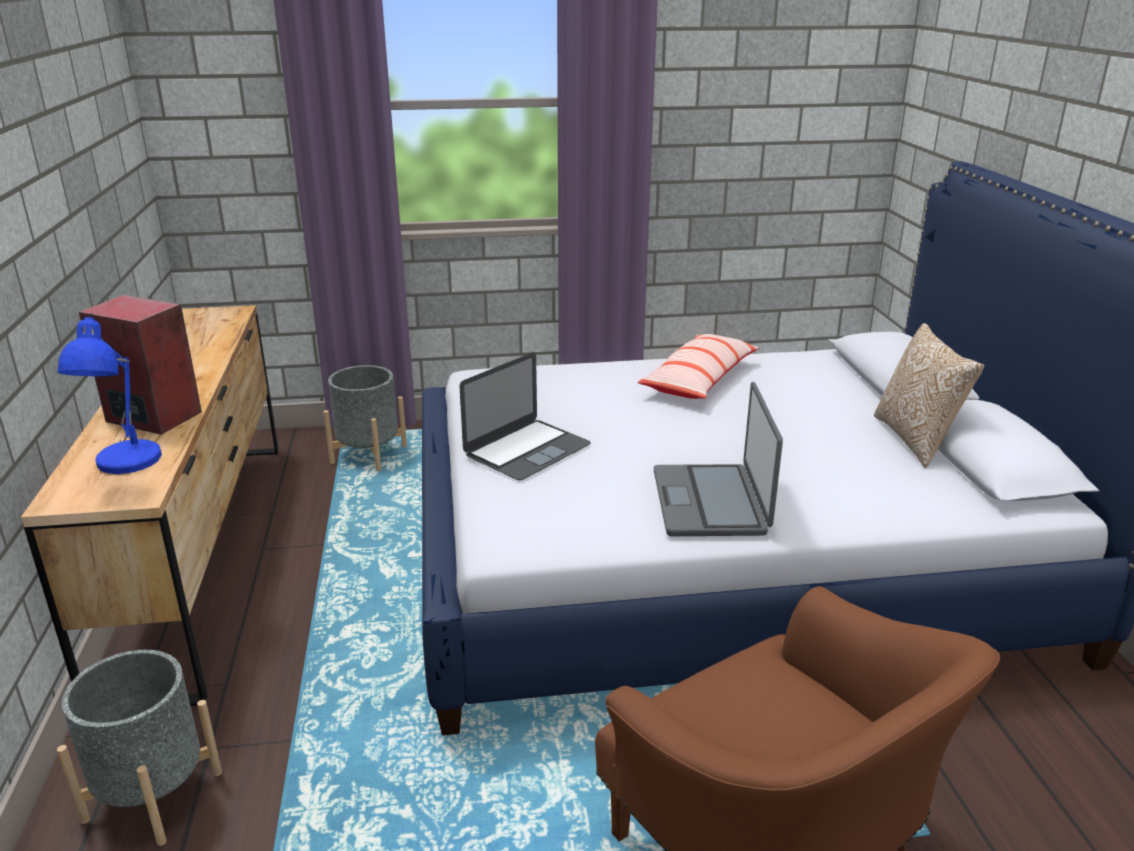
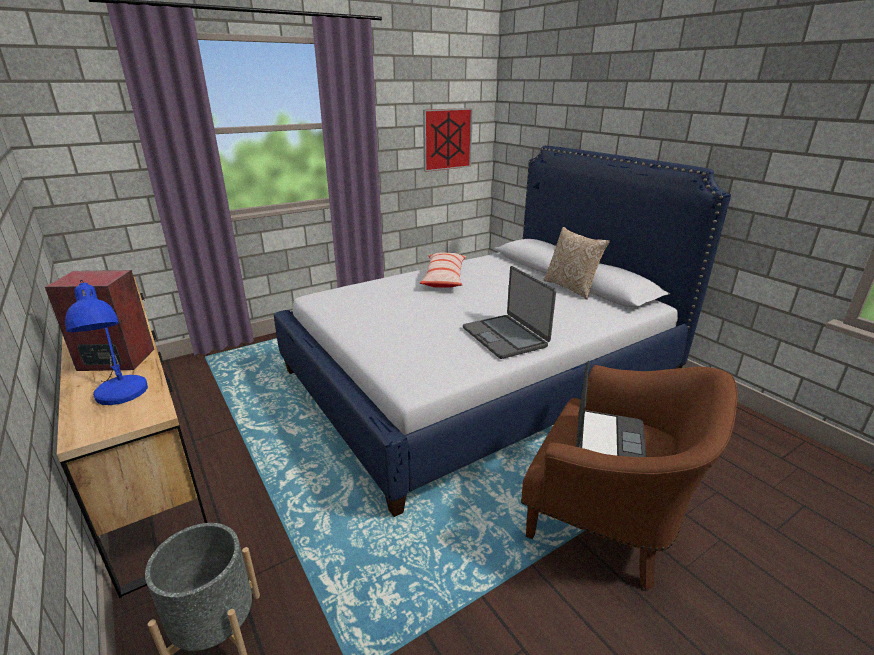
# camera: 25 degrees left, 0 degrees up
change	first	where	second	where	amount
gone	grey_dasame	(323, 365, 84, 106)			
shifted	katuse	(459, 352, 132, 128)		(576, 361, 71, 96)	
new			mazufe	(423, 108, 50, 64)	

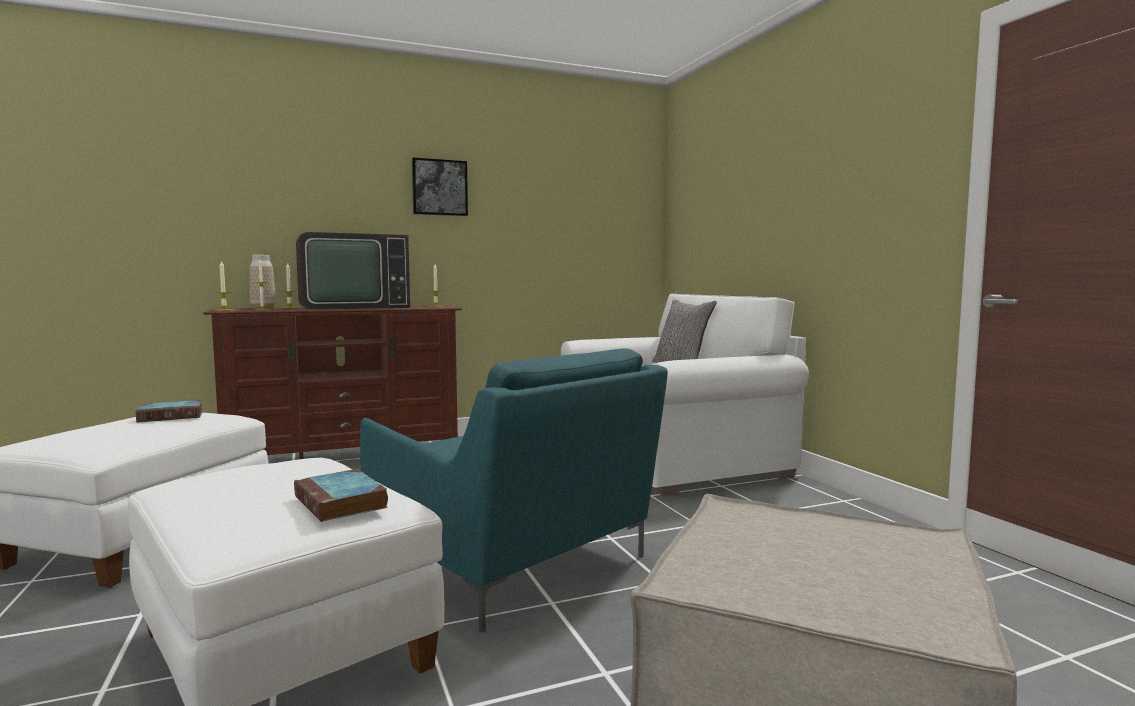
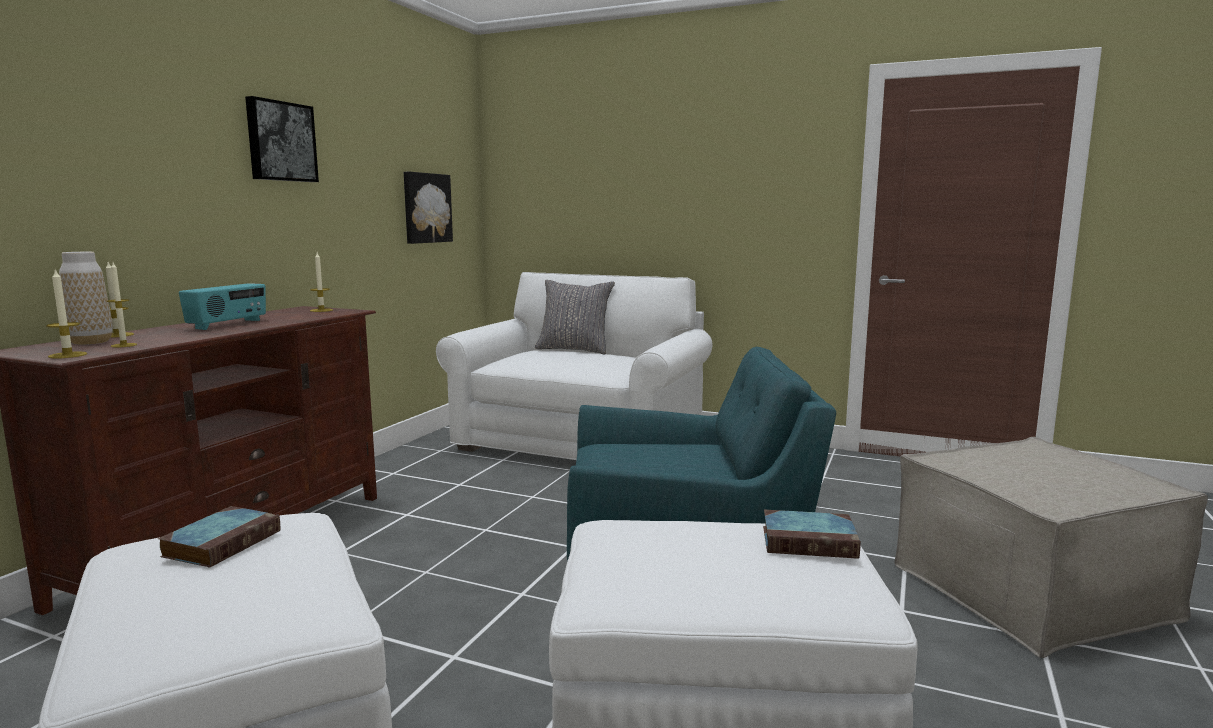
# camera: 45 degrees left, 5 degrees up
change	first	where	second	where	amount
swapped	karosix	(296, 232, 114, 78)	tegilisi	(179, 283, 87, 47)	
new			mazufe	(404, 172, 49, 72)	

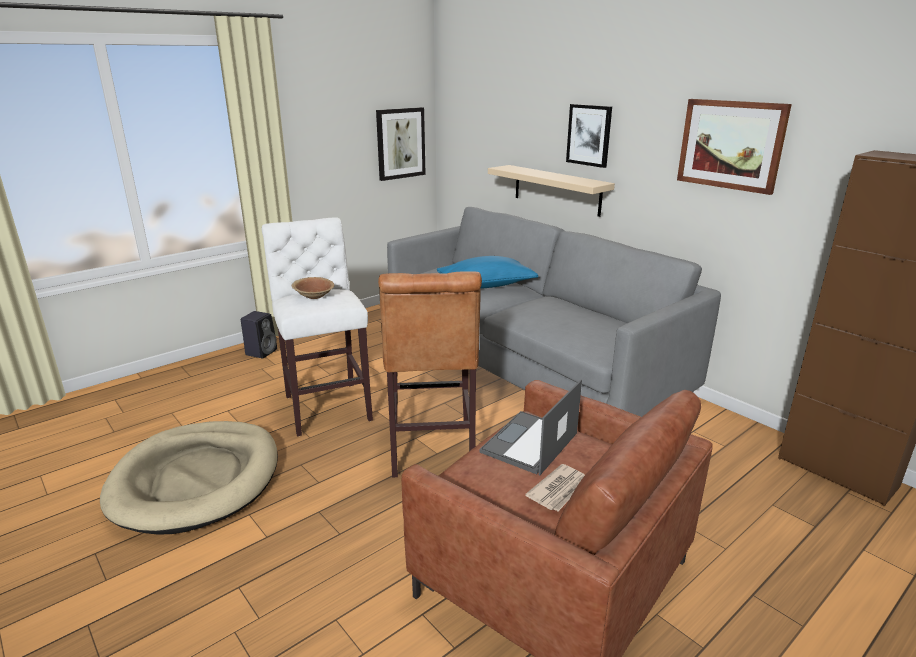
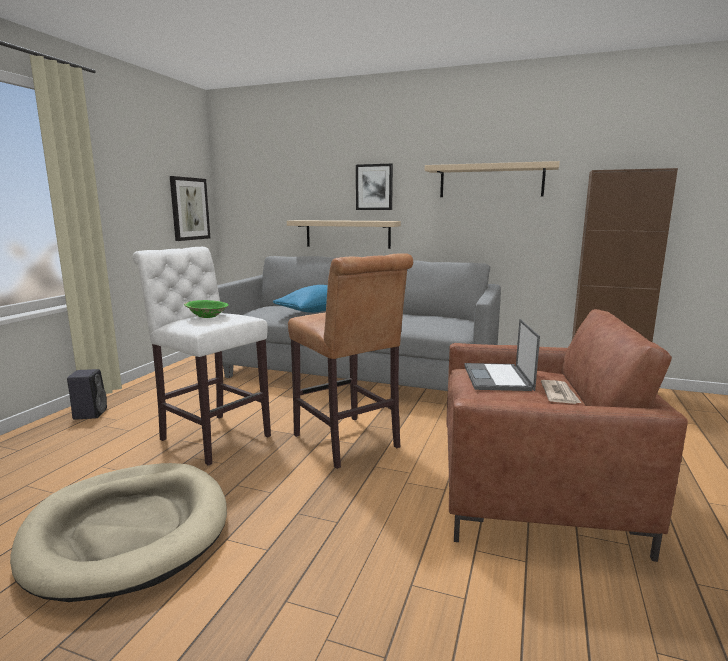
# camera: 30 degrees left, 10 degrees down
change	first	where	second	where	amount
repainted	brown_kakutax	(292, 277, 43, 22)	green_kakutax	(184, 300, 44, 18)	
swapped	mazufe	(677, 99, 115, 96)	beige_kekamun	(425, 161, 135, 36)	

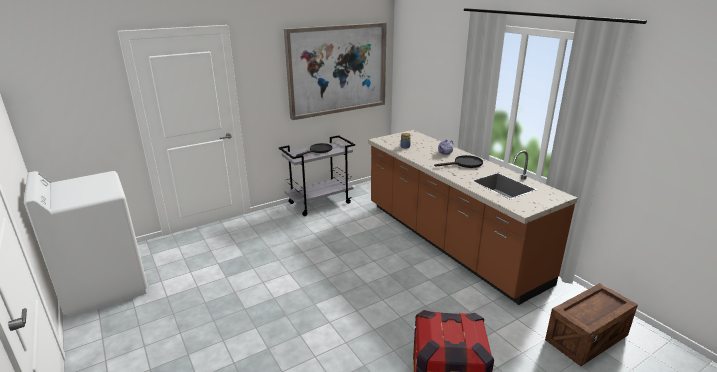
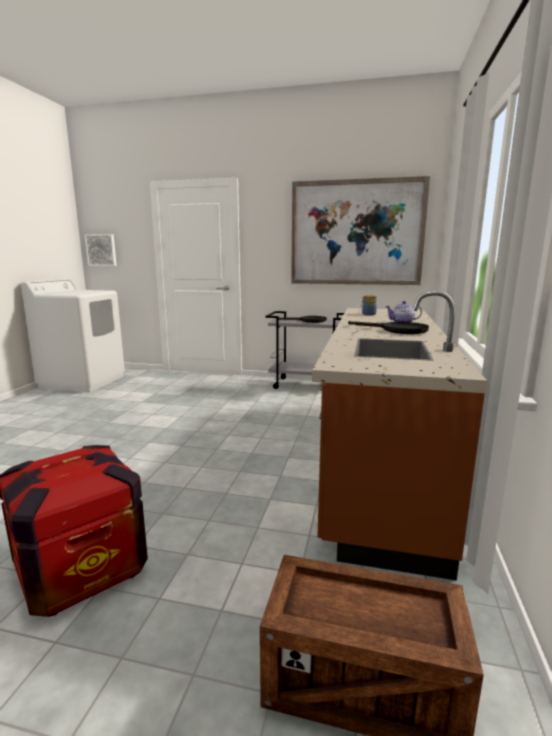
# camera: 45 degrees right, 10 degrees down
change	first	where	second	where	amount
new			mazufe	(85, 234, 32, 32)	

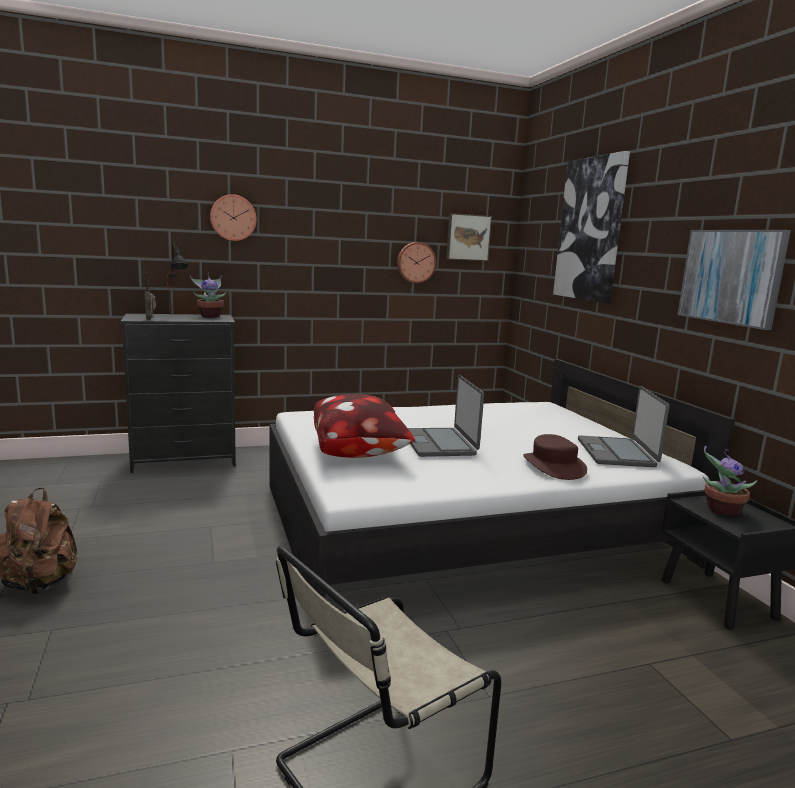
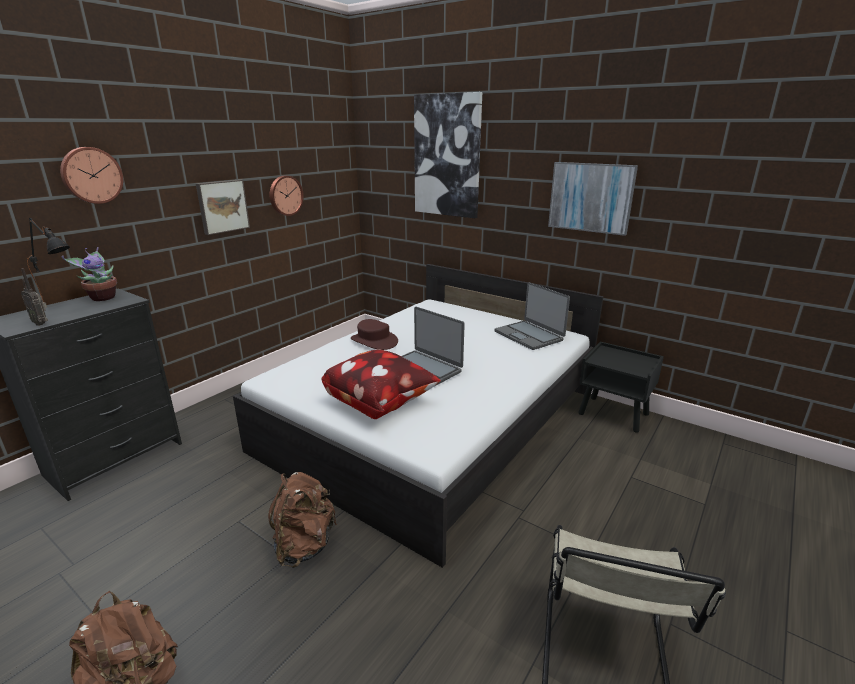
# camera: 35 degrees left, 10 degrees up
change	first	where	second	where	amount
shifted	mazufe	(446, 213, 46, 48)		(196, 179, 54, 56)	
shifted	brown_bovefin	(523, 434, 64, 46)		(351, 319, 47, 31)	
gone	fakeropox	(703, 446, 54, 70)			
new			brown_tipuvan	(268, 472, 69, 96)	

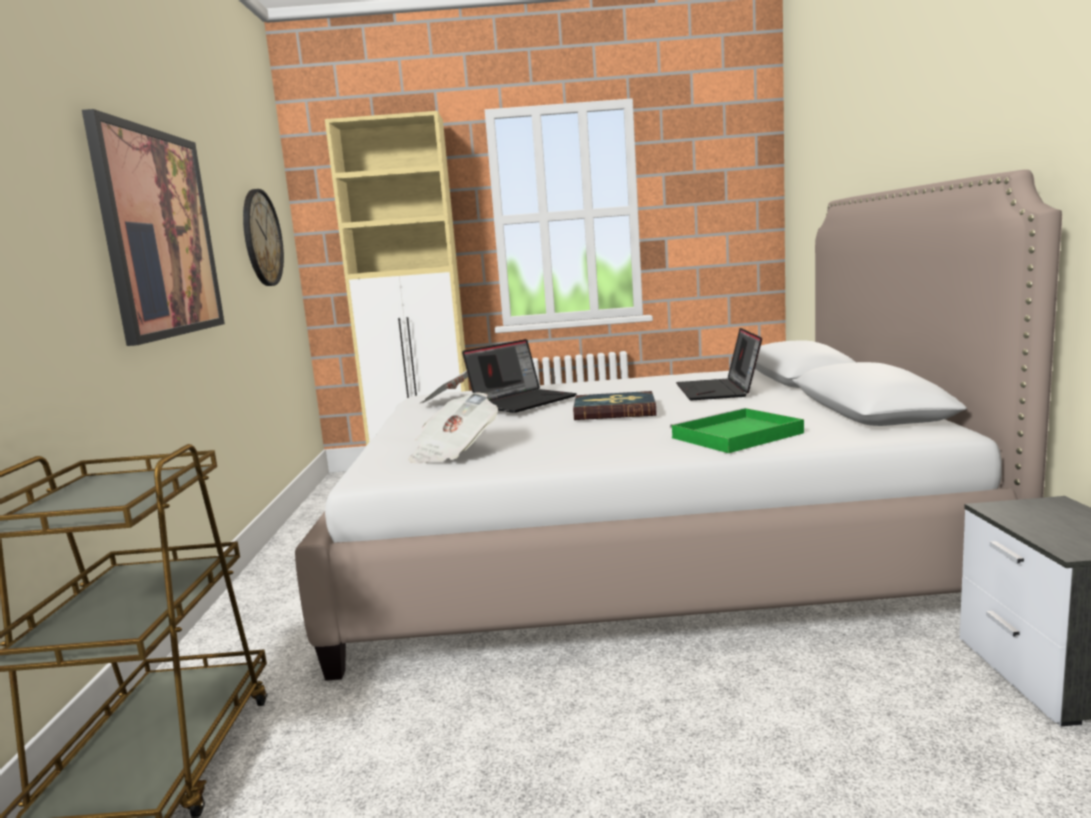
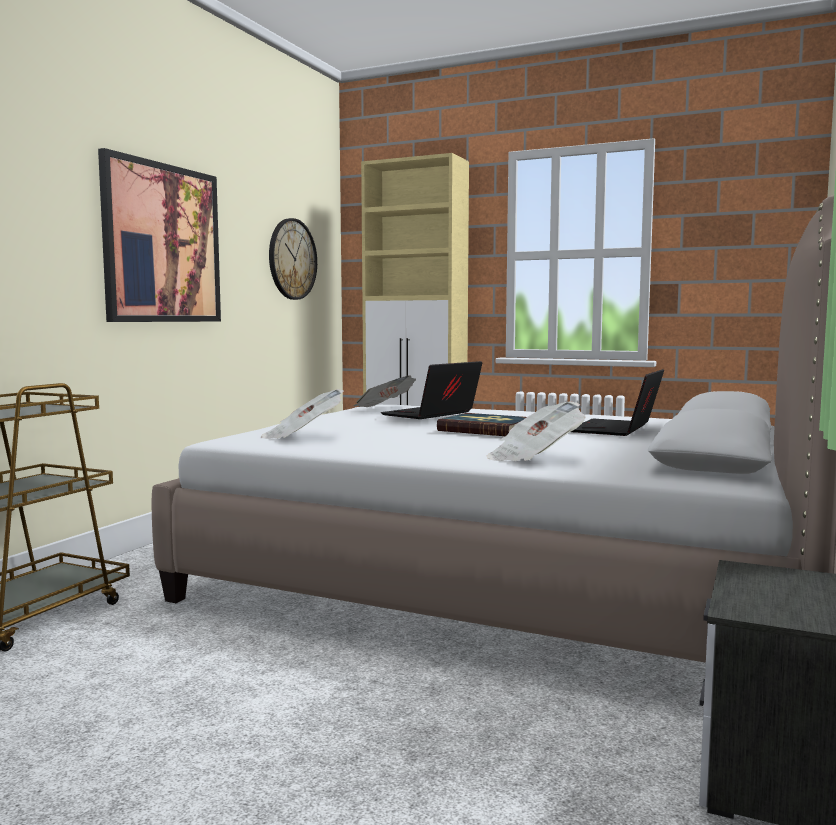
# camera: 25 degrees right, 5 degrees down
change	first	where	second	where	amount
rotated	katuse	(462, 339, 115, 74)		(381, 361, 101, 58)	150 degrees clockwise
swapped	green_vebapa	(670, 408, 134, 45)	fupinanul	(487, 402, 98, 59)	

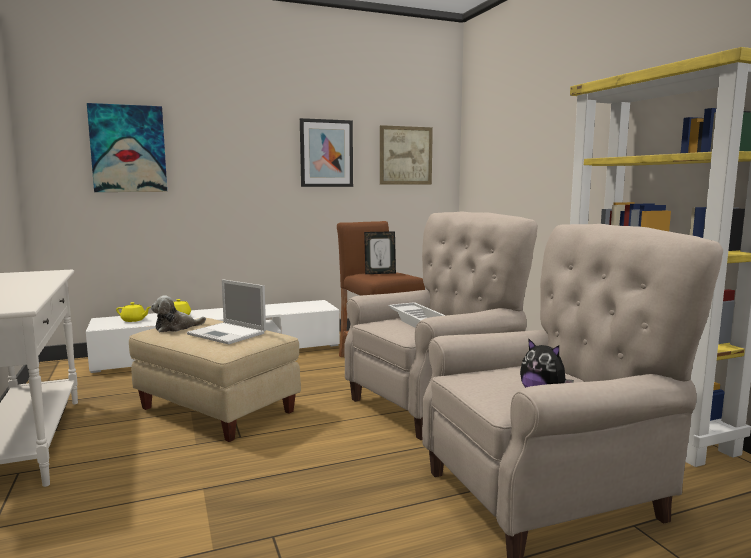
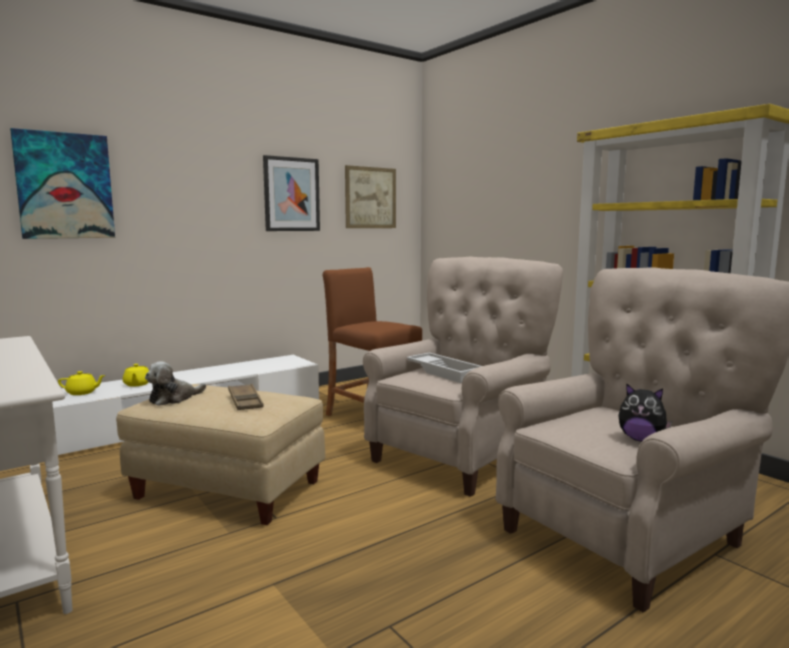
# camera: 15 degrees left, 0 degrees up
change	first	where	second	where	amount
swapped	katuse	(187, 279, 79, 65)	brown_vebapa	(228, 384, 36, 26)	
gone	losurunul	(364, 231, 32, 43)			

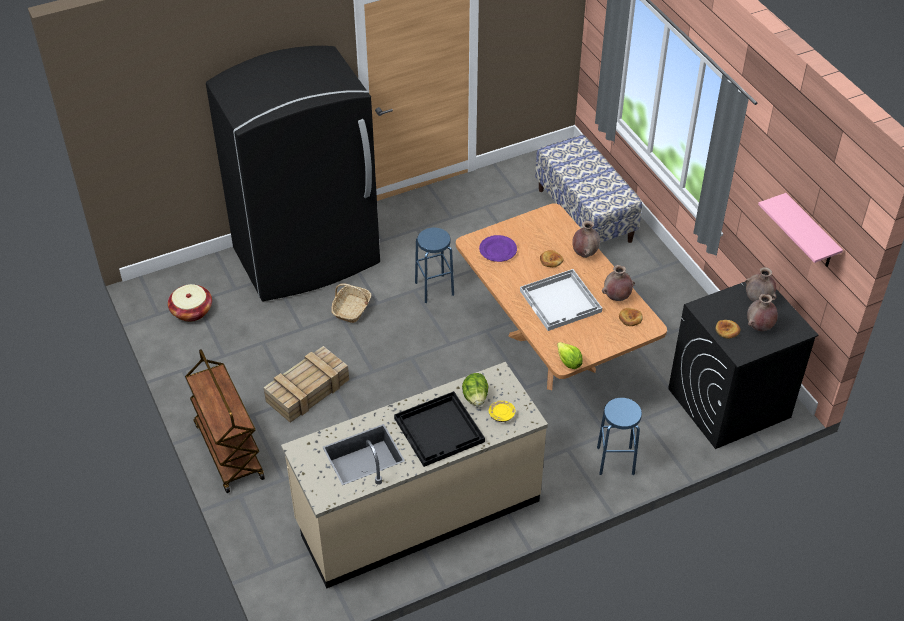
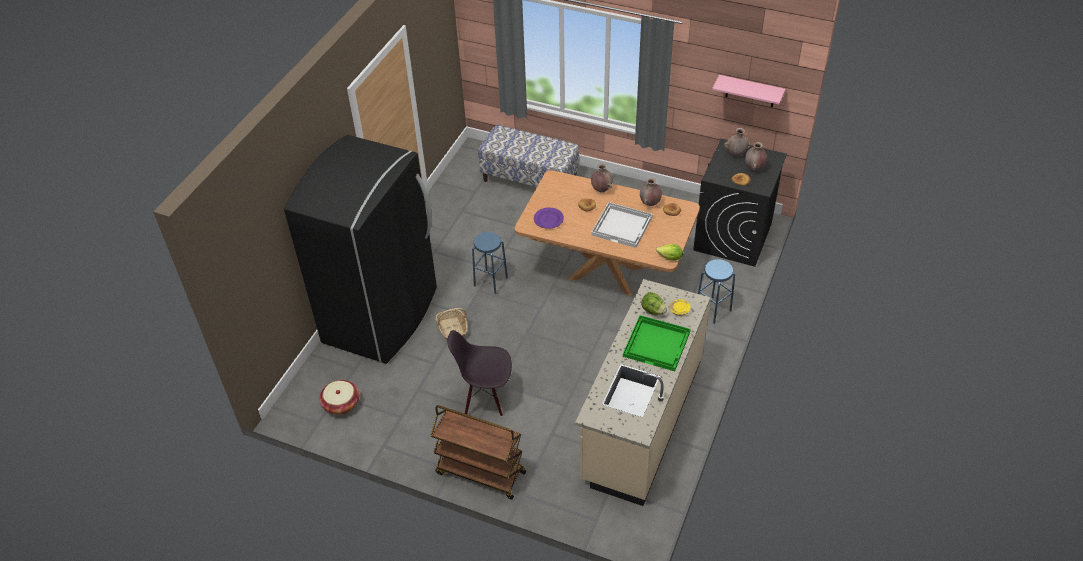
# camera: 40 degrees left, 0 degrees up
change	first	where	second	where	amount
swapped	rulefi	(264, 346, 85, 77)	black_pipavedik	(447, 330, 65, 86)	
repainted	black_vebapa	(394, 391, 91, 76)	green_vebapa	(623, 315, 67, 56)	

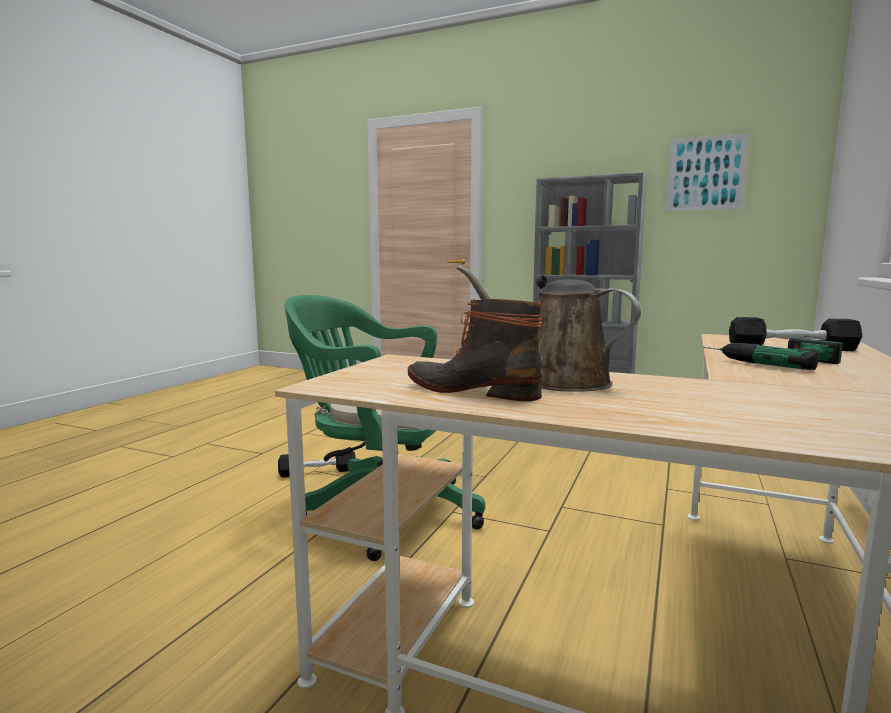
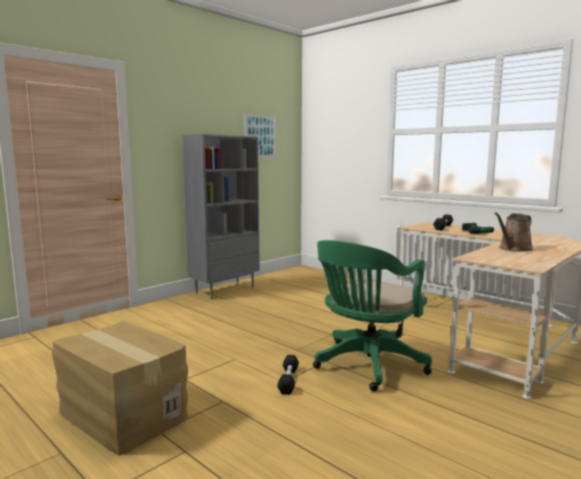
# camera: 70 degrees left, 0 degrees up
change	first	where	second	where	amount
gone	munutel	(408, 299, 134, 102)			
new			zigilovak	(52, 321, 137, 135)	

